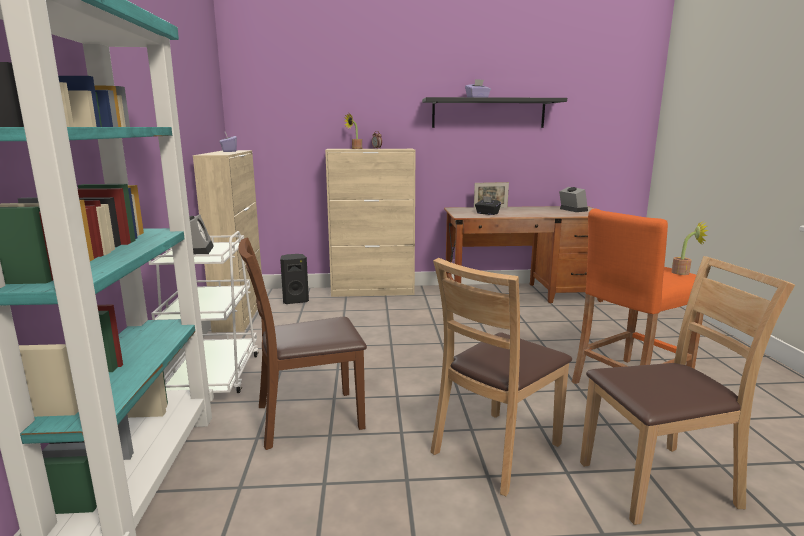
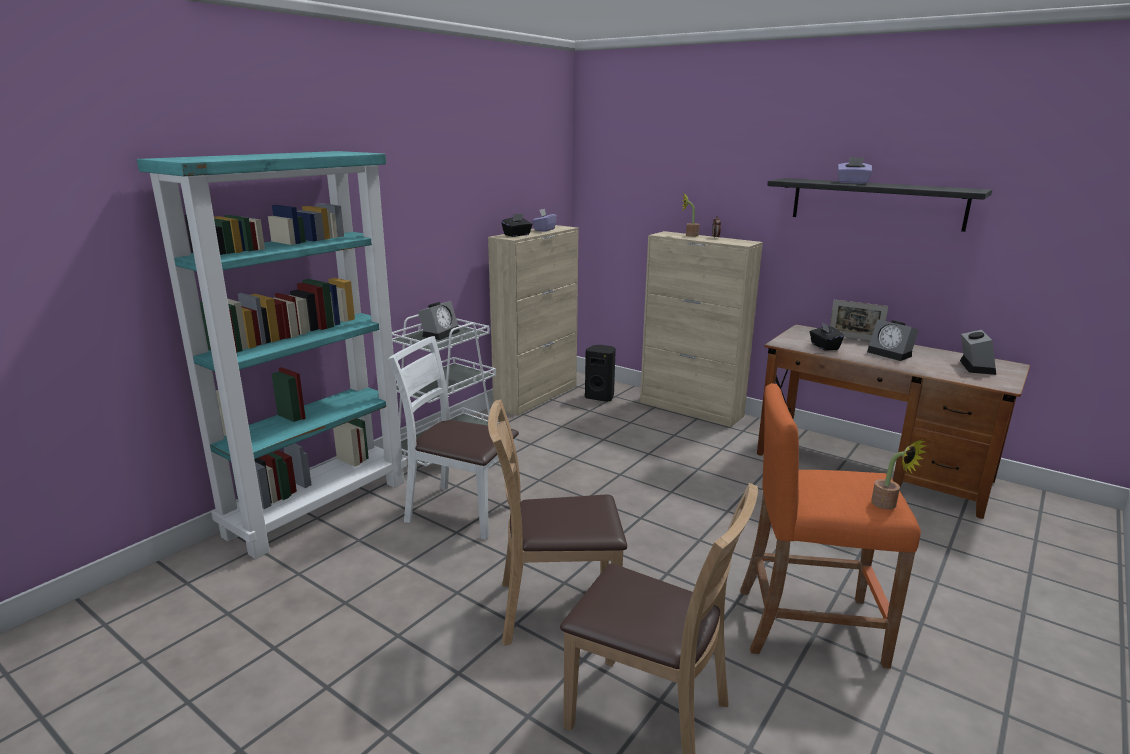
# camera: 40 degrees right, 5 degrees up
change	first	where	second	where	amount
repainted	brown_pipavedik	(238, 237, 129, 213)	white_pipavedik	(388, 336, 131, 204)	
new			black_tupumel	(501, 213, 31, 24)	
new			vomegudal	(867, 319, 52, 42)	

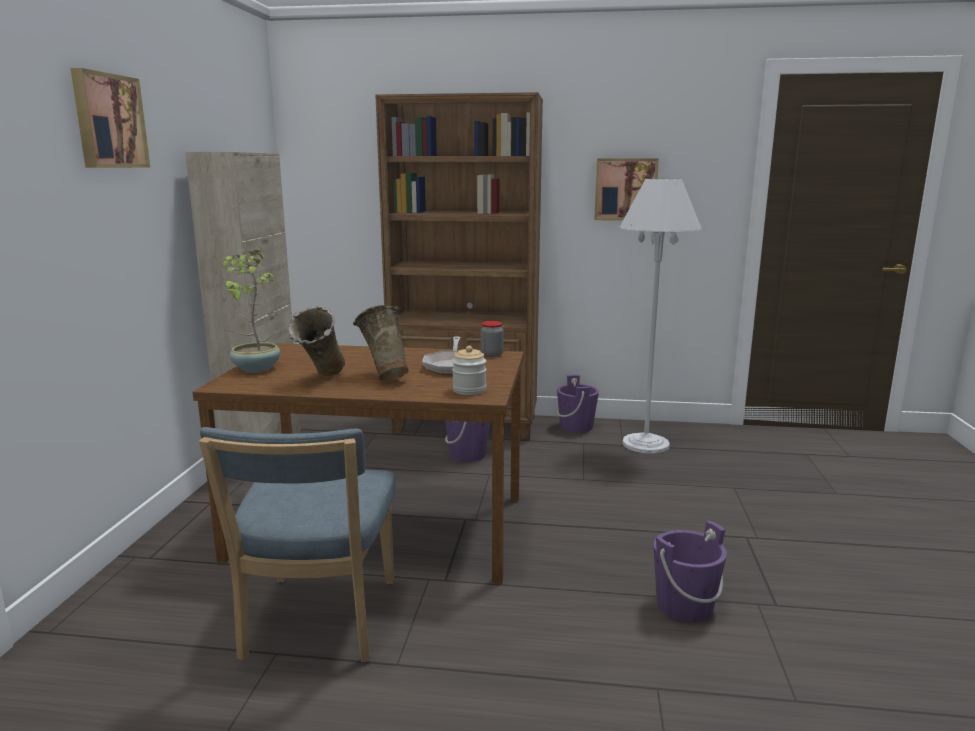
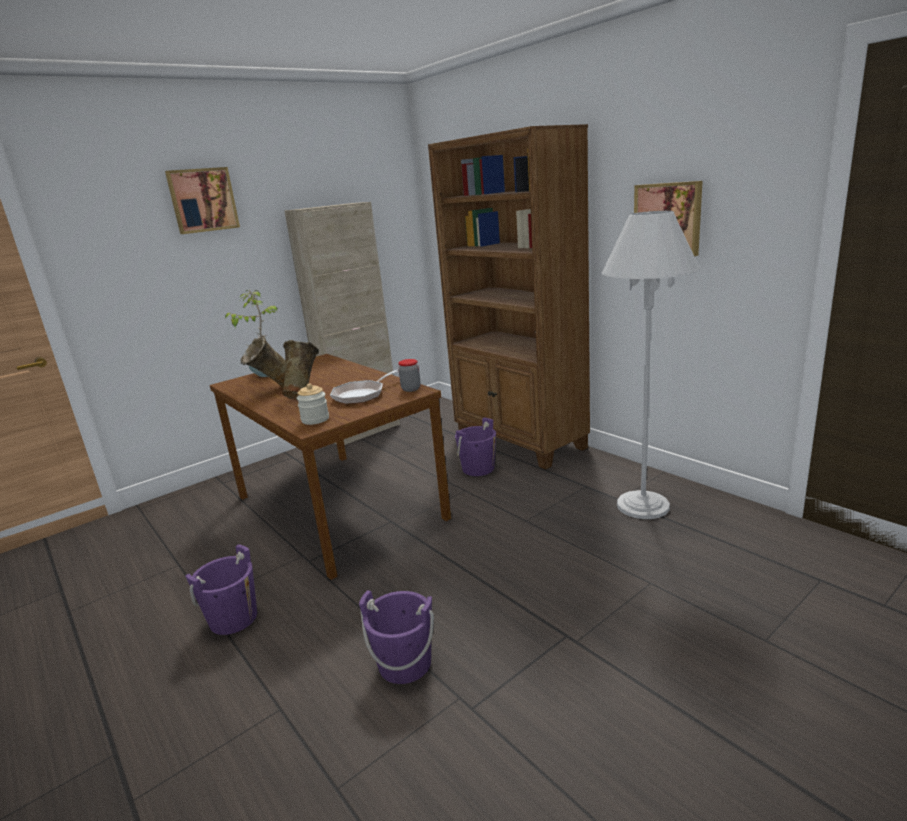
# camera: 45 degrees right, 5 degrees up
change	first	where	second	where	amount
gone	blue_pipavedik	(199, 427, 197, 236)			
shifted	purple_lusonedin	(557, 375, 42, 58)		(185, 544, 72, 91)	

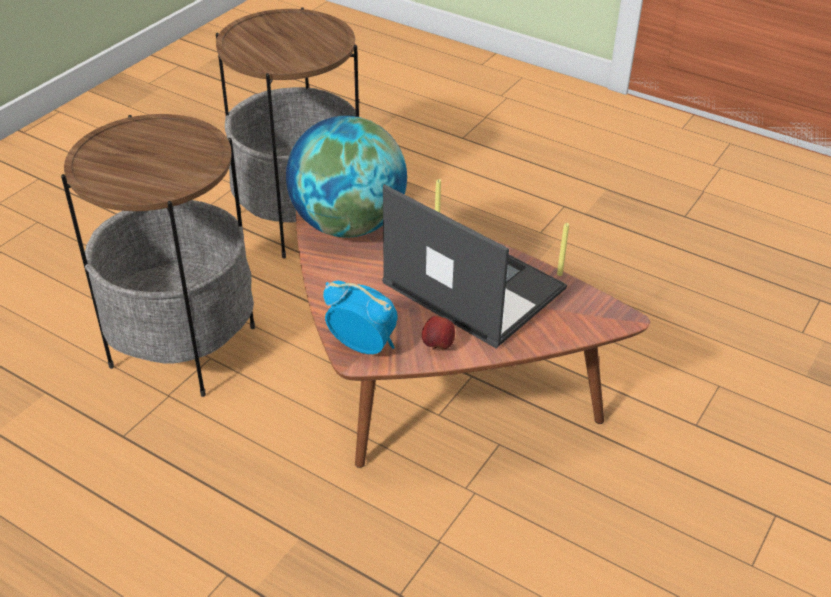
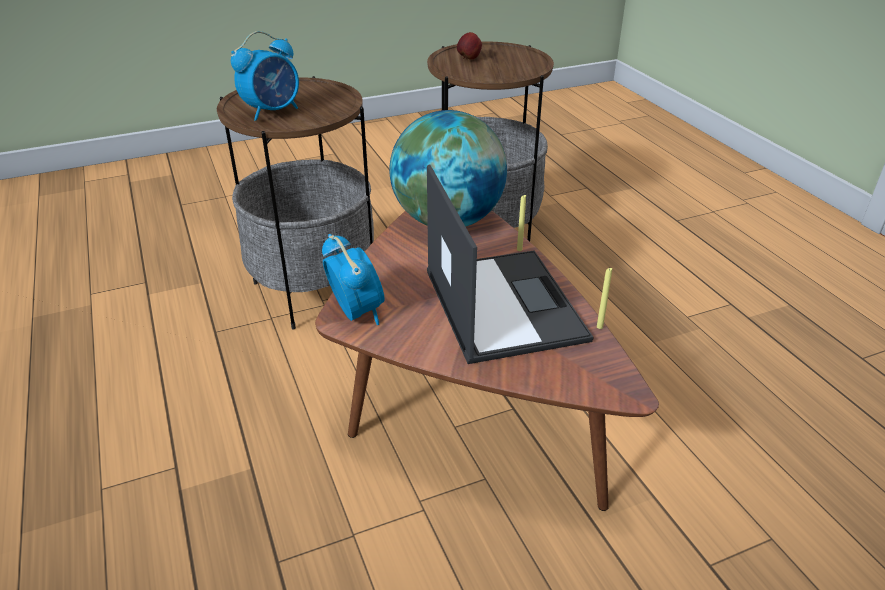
# camera: 35 degrees right, 5 degrees down
change	first	where	second	where	amount
shifted	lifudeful	(422, 316, 33, 34)		(457, 32, 25, 27)	
new			vomegudal	(231, 31, 68, 90)	

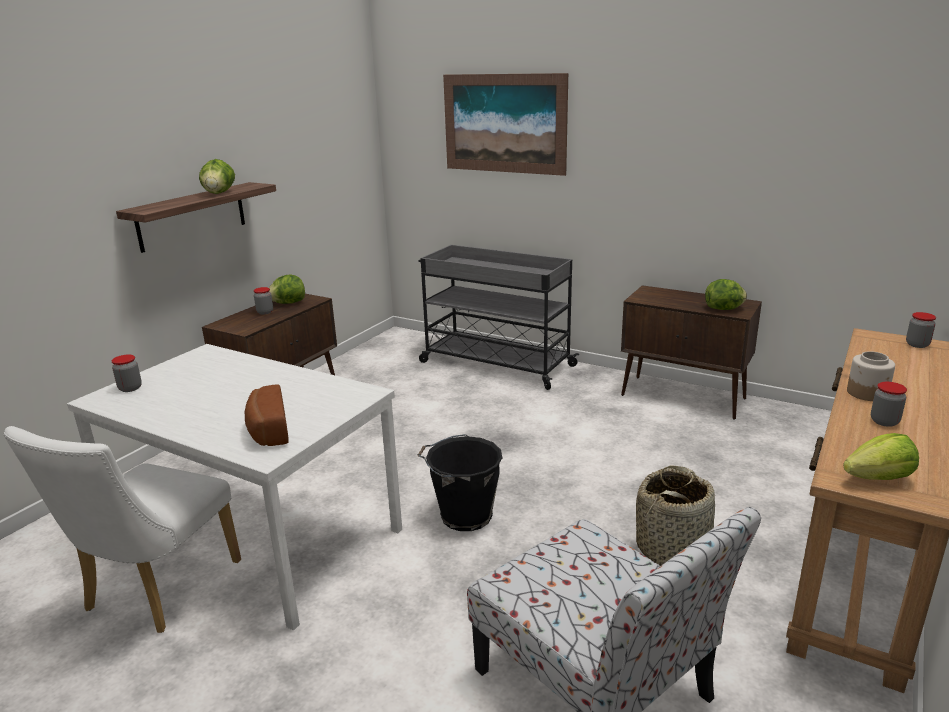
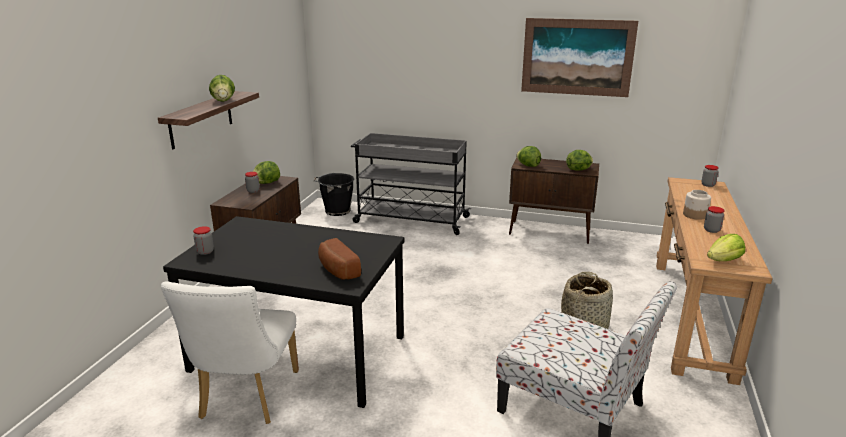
# camera: 15 degrees left, 0 degrees up
change	first	where	second	where	amount
repainted	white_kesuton	(67, 344, 335, 287)	black_kesuton	(163, 216, 242, 192)	
shifted	black_lusonedin	(418, 434, 84, 97)		(313, 173, 41, 43)	
shifted	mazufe	(443, 73, 125, 103)		(521, 18, 117, 79)	
new			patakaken	(516, 146, 25, 21)	

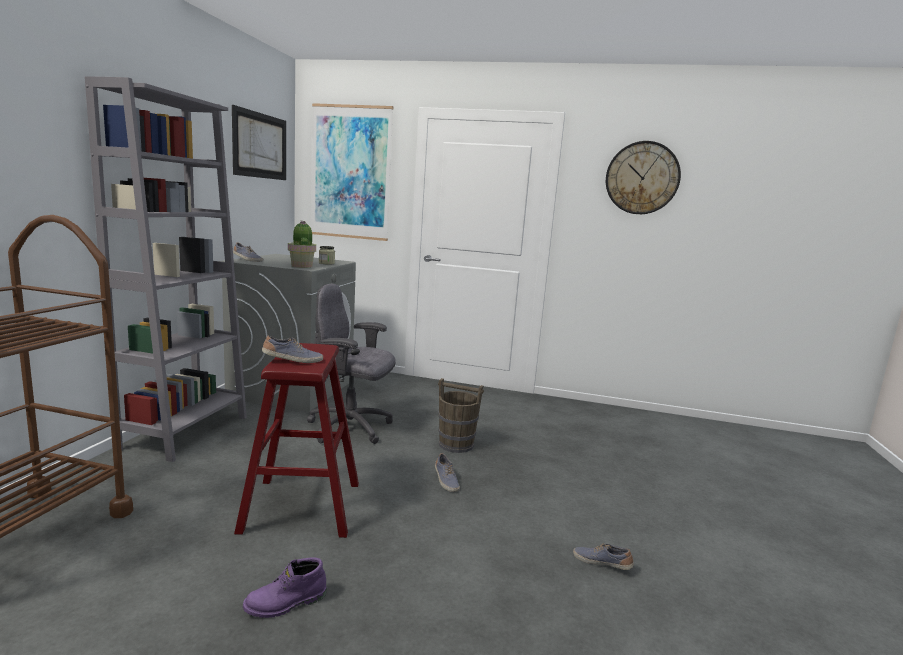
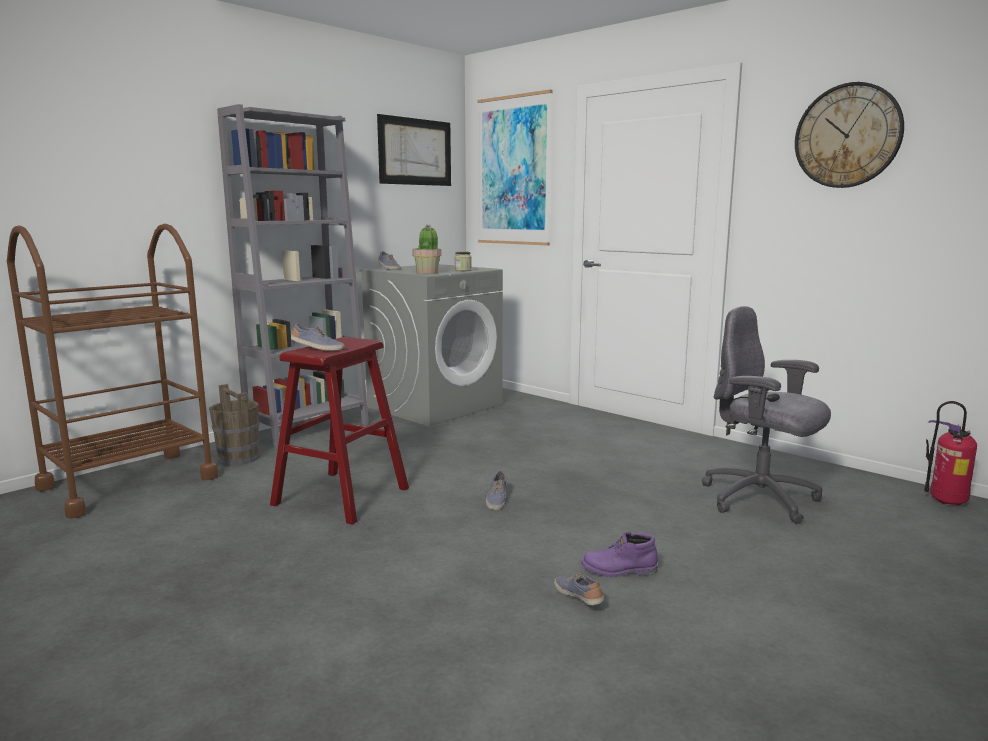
# camera: 30 degrees right, 0 degrees up
change	first	where	second	where	amount
shifted	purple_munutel	(243, 557, 83, 61)		(581, 532, 77, 45)	
shifted	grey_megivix	(307, 284, 89, 160)		(702, 306, 129, 218)	
shifted	brown_lusonedin	(438, 378, 46, 75)		(209, 384, 50, 82)	
new			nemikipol	(924, 401, 53, 104)	

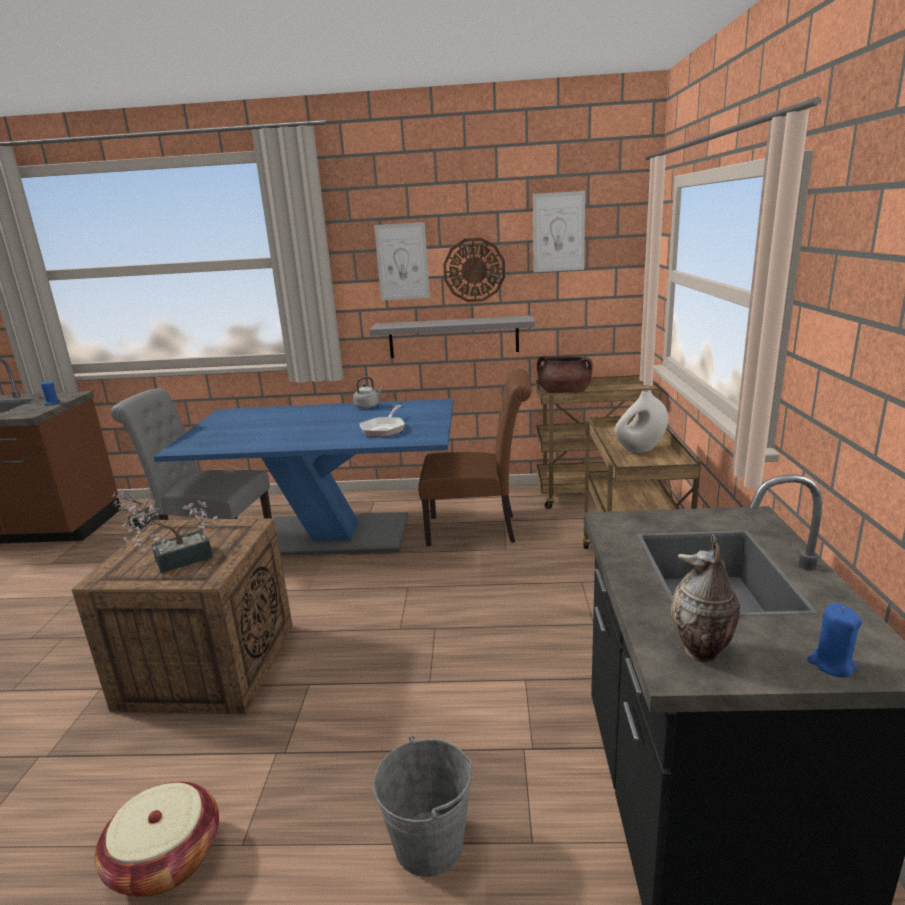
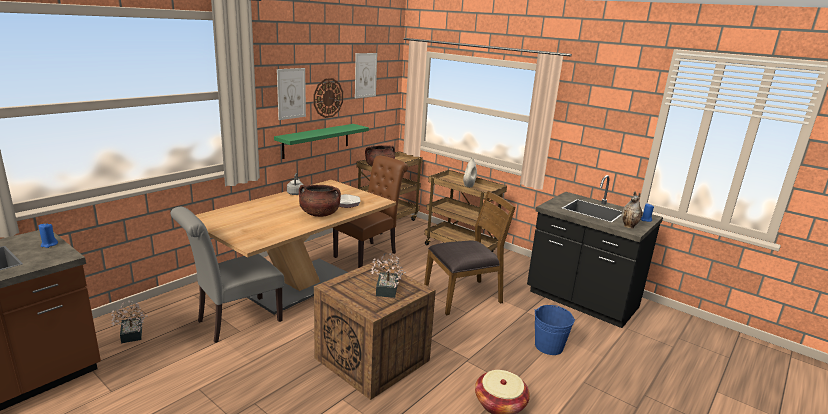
# camera: 55 degrees left, 0 degrees up
change	first	where	second	where	amount
repainted	blue_kesuton	(154, 399, 299, 157)	brown_kesuton	(196, 180, 200, 135)	
repainted	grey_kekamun	(369, 316, 166, 42)	green_kekamun	(274, 124, 95, 35)	
repainted	grey_lusonedin	(373, 736, 99, 141)	blue_lusonedin	(535, 305, 40, 50)	
new			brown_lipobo	(299, 185, 42, 32)	
new			brown_pipavedik	(424, 191, 91, 124)	

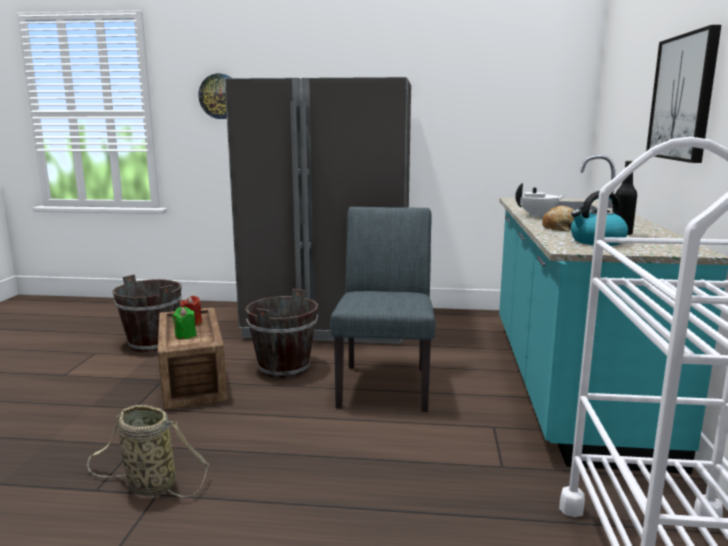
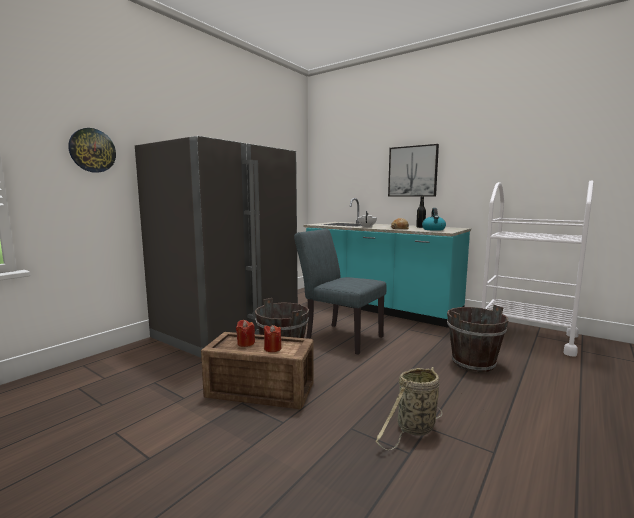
# camera: 60 degrees left, 5 degrees down
change	first	where	second	where	amount
shifted	brown_lusonedin	(112, 275, 70, 77)		(447, 305, 62, 68)	
repainted	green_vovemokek	(172, 307, 25, 32)	red_vovemokek	(264, 325, 17, 27)	

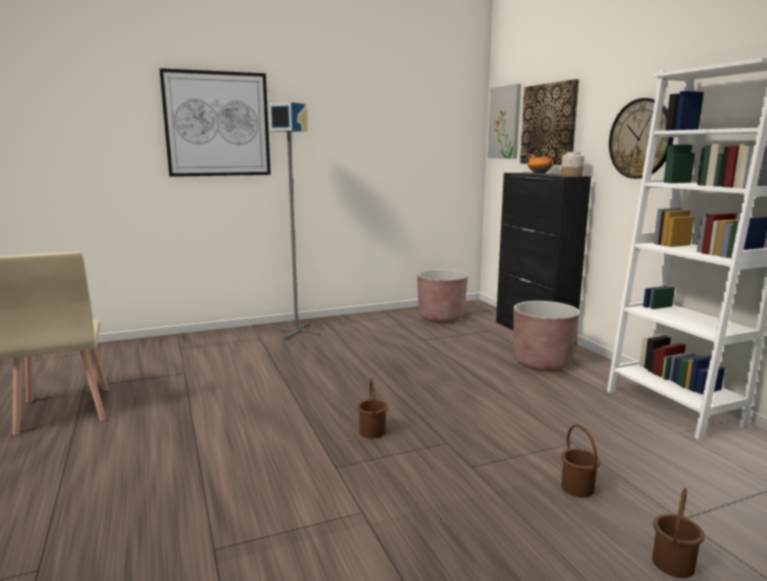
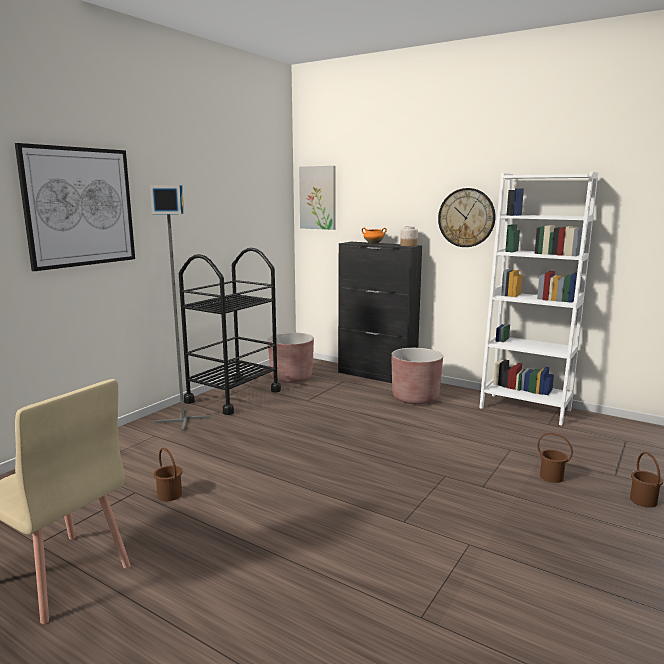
# camera: 35 degrees left, 0 degrees up
change	first	where	second	where	amount
shifted	brown_lusonedin	(357, 378, 31, 60)		(154, 448, 28, 53)	
gone	mazufe	(520, 79, 59, 86)			
new			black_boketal	(179, 248, 102, 167)	

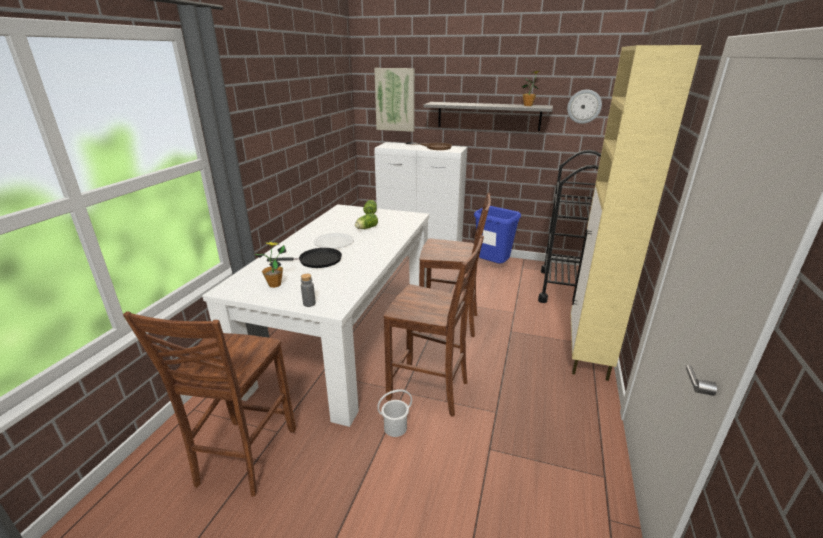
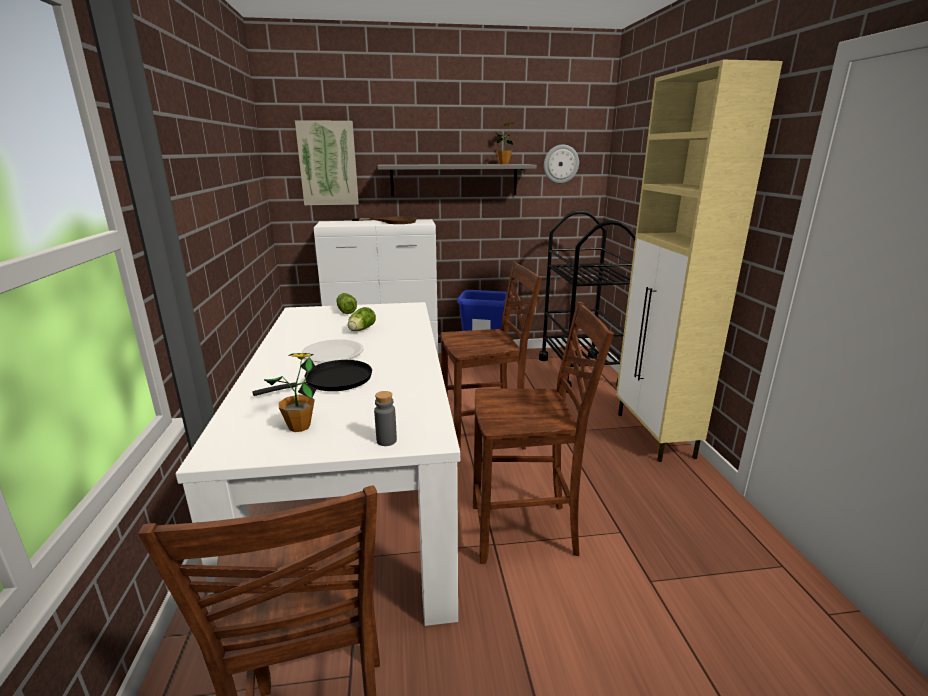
# camera: 25 degrees left, 5 degrees down
change	first	where	second	where	amount
gone	white_lusonedin	(377, 389, 35, 48)			

